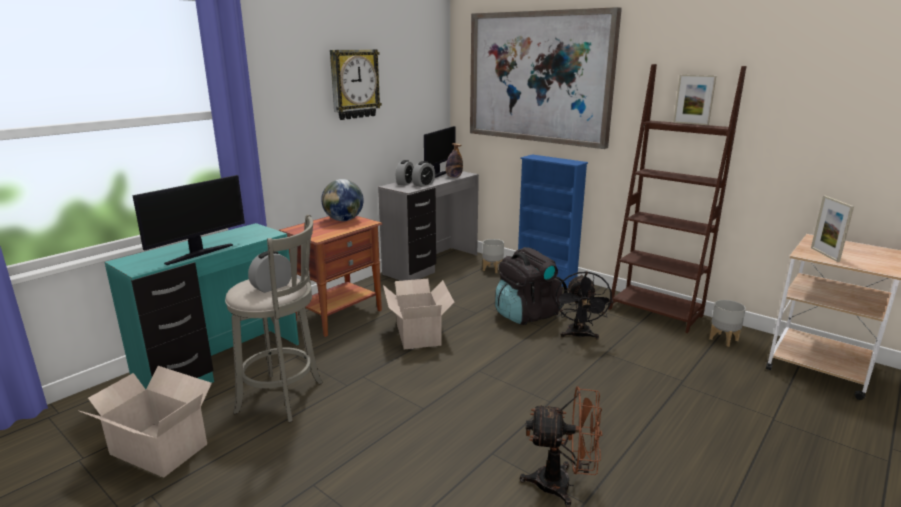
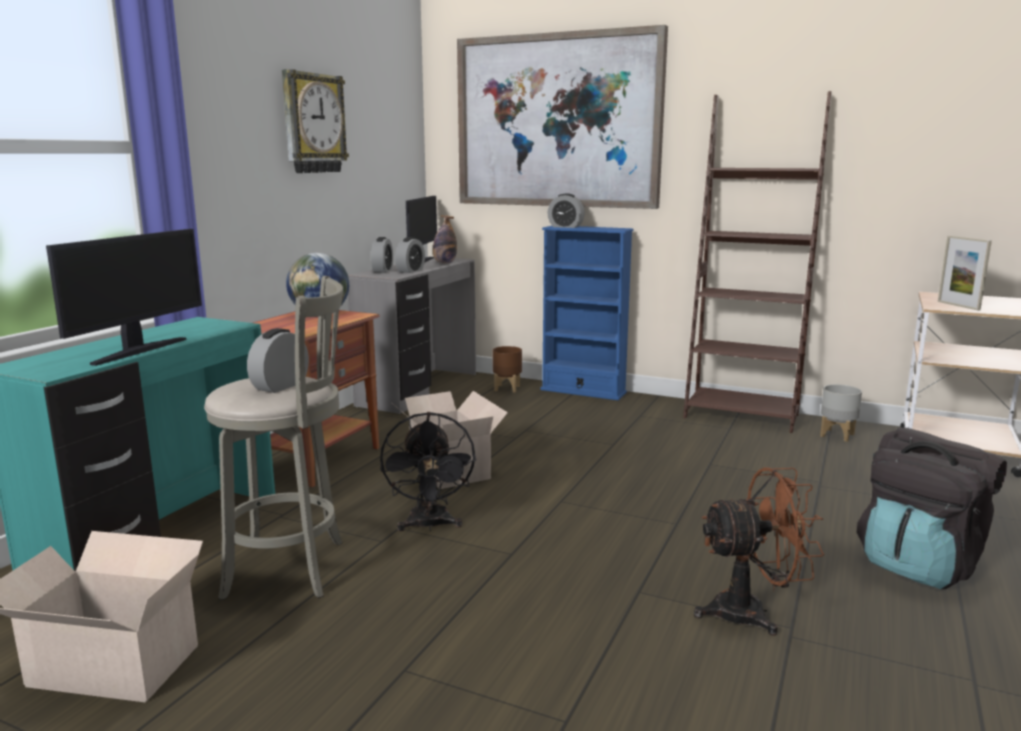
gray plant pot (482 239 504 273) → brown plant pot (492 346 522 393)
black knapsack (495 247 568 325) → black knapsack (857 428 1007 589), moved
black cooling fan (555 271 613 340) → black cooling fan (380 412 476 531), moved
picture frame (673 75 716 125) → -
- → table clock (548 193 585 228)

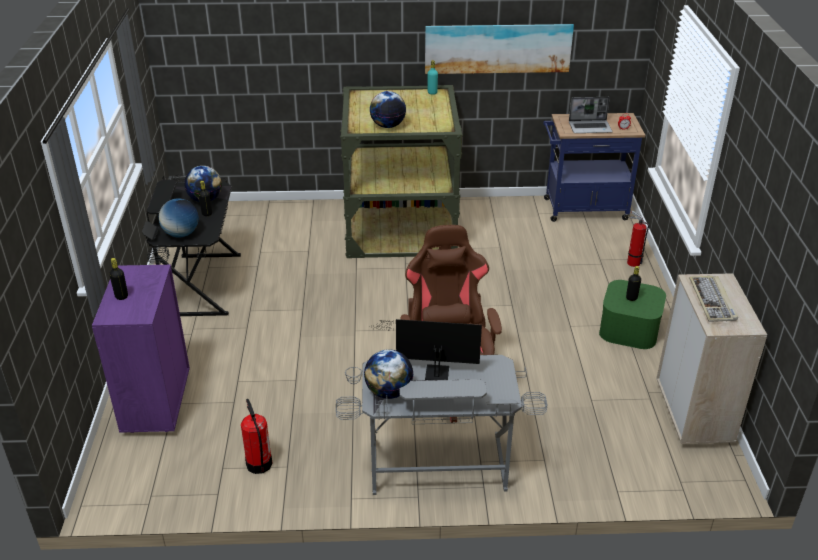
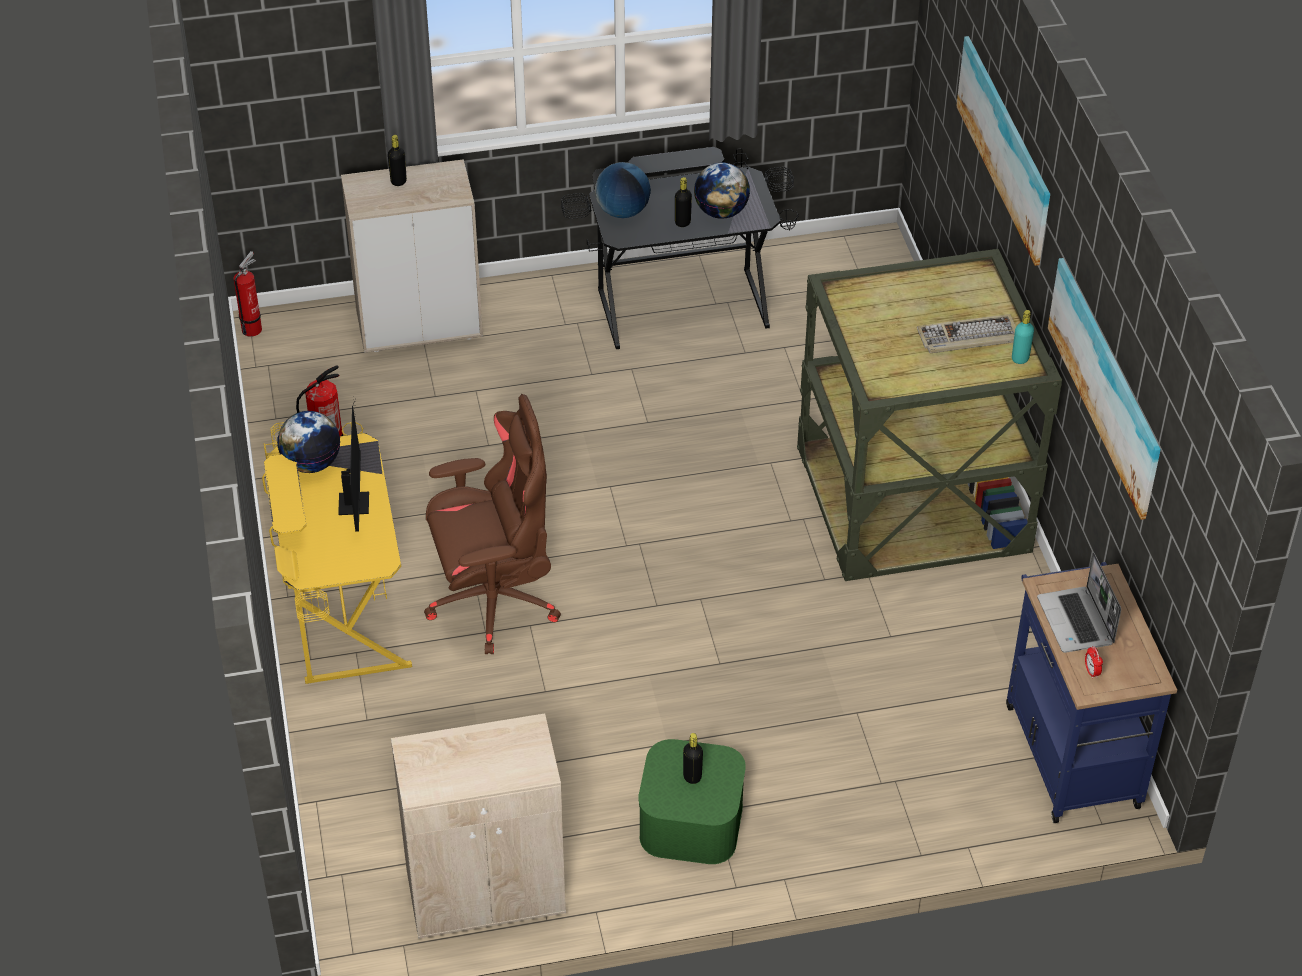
purplish cupboard (92 265 190 433) → beige cupboard (341 159 483 353)
gray desk unit (336 355 548 495) → yellow-coloured desk unit (262 422 412 684)
desk globe (370 91 406 128) → -
extinguisher (627 211 649 267) → extinguisher (234 251 262 337), moved
PC keyboard (689 276 738 322) → PC keyboard (917 314 1016 353), moved
- → wall picture (956 36 1050 266)

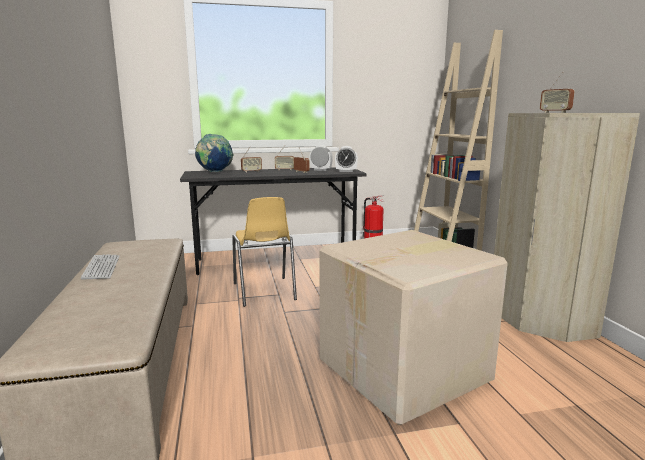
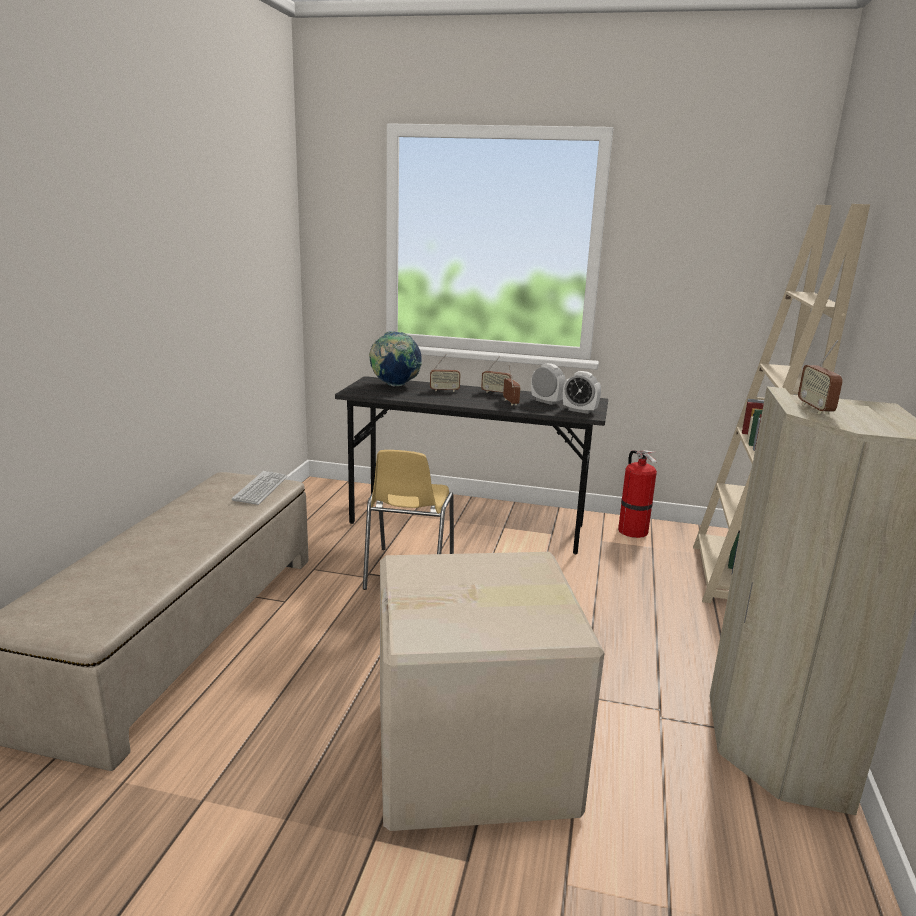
PC keyboard (81 254 120 280) → PC keyboard (232 471 288 505), moved

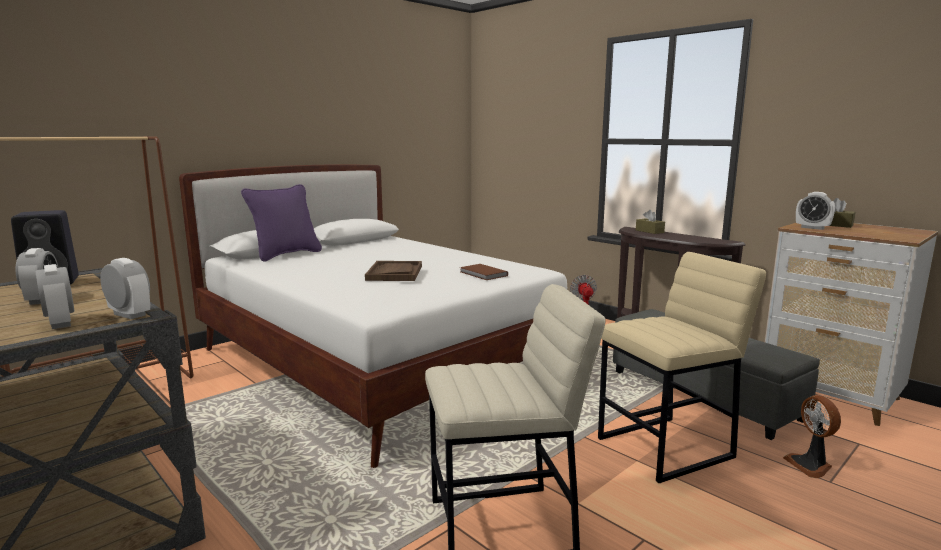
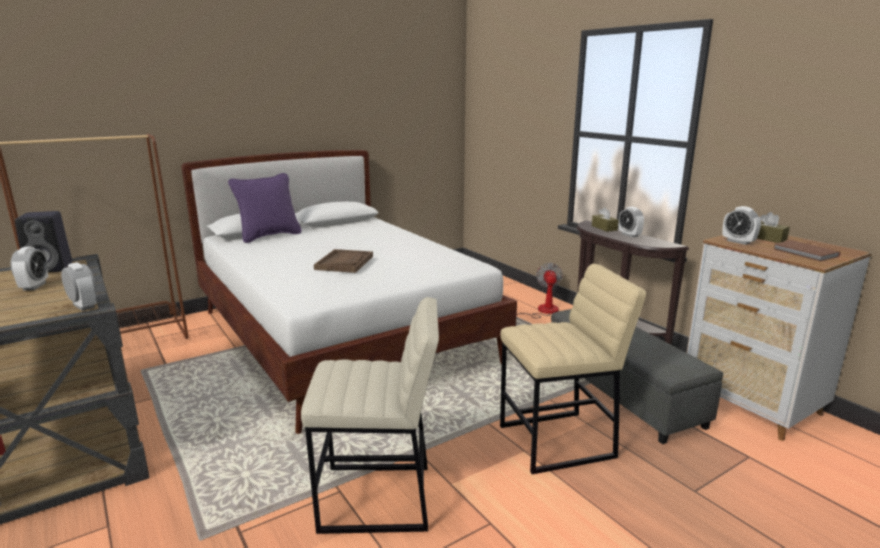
table clock (35 264 74 329) → table clock (619 206 644 237), moved
brown bound book (460 264 508 280) → brown bound book (774 240 840 262), moved
cooling fan (783 395 841 478) → -

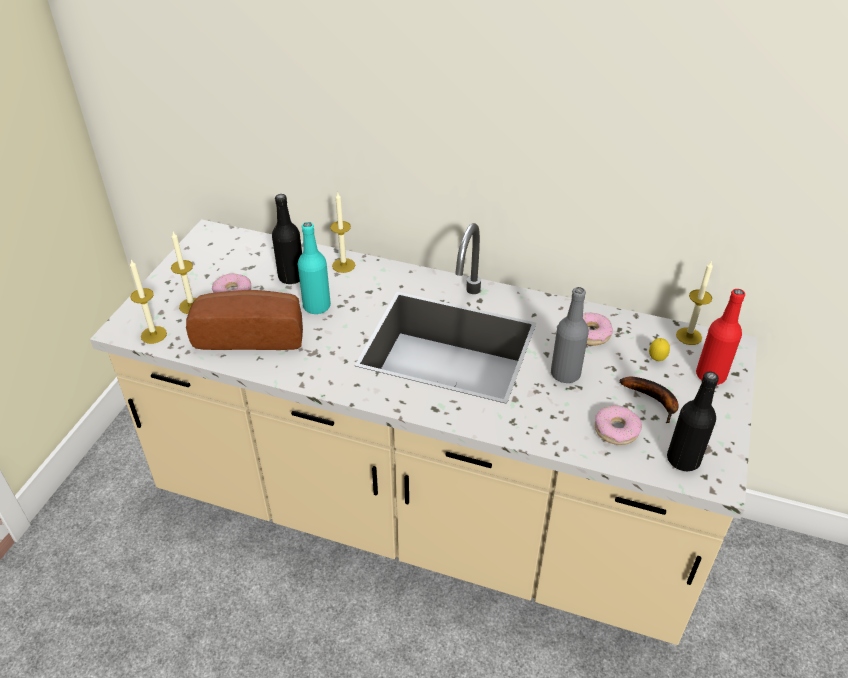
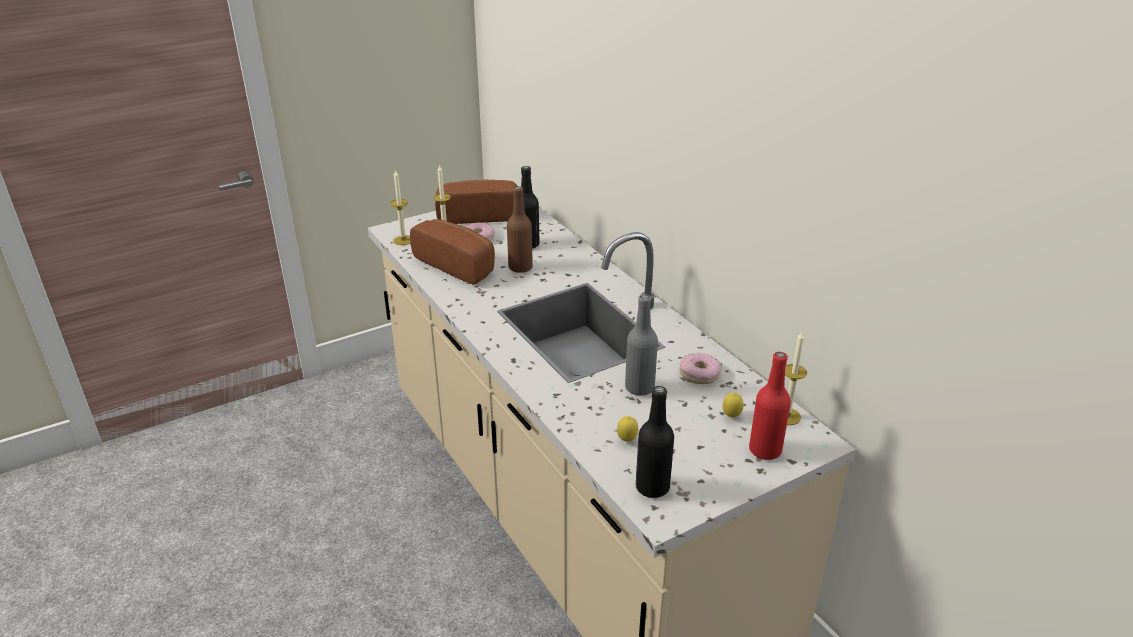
turquoise-coloured bottle (298 222 331 314) → brown bottle (507 186 533 273)
wax light (330 193 355 273) → -
donut (595 405 642 445) → whole lemon (617 416 638 442)
banana fruit (619 377 679 423) → -
- → baked bread (435 180 517 224)

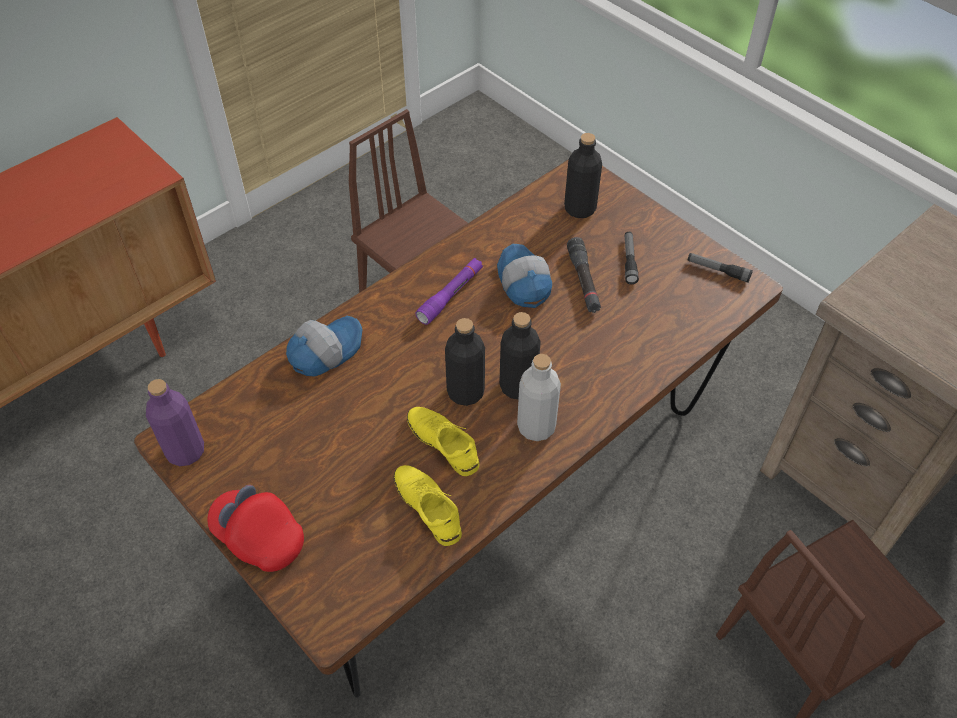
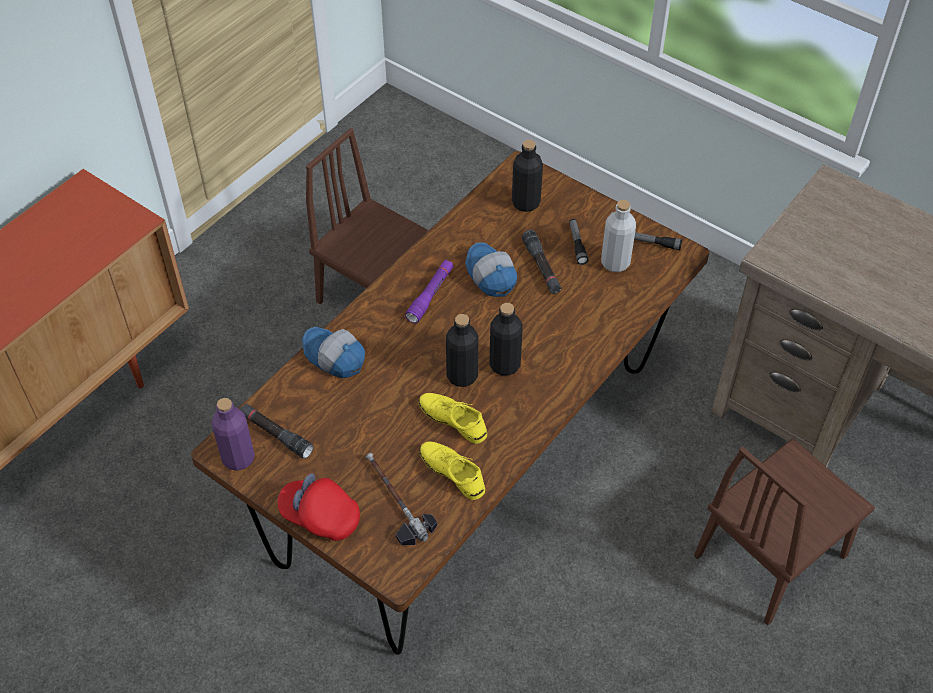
cap (286 316 363 377) → cap (302 327 365 378), 90 degrees counterclockwise
gray bottle (517 354 561 441) → gray bottle (601 200 636 272), moved
- → black flashlight (240 404 314 459)
- → tool hammer (365 453 437 545)

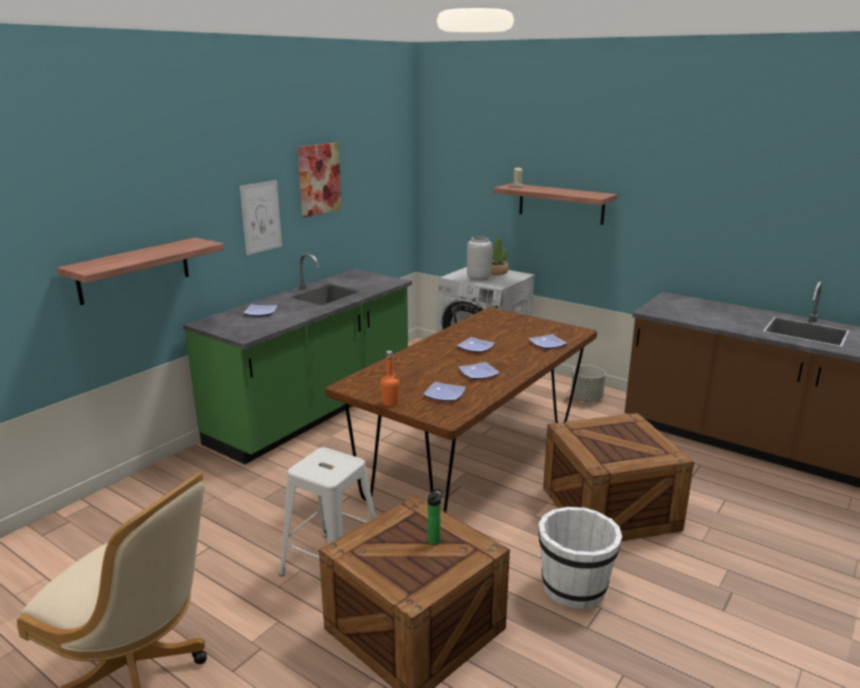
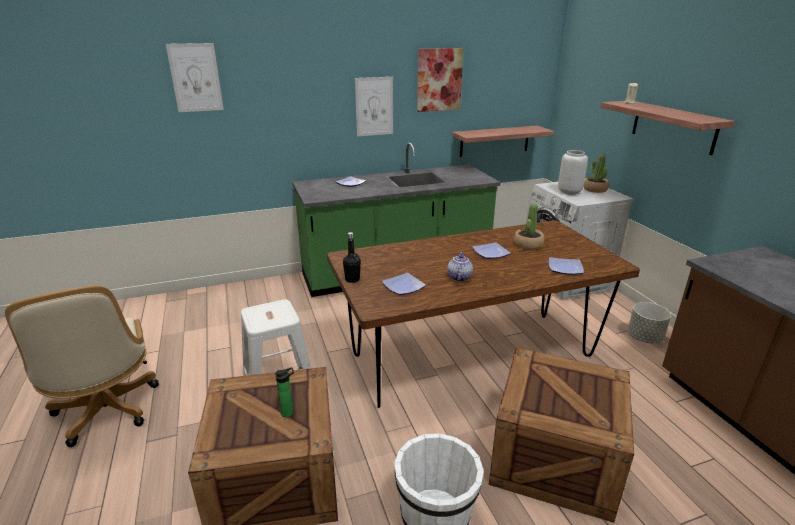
shelf (57 237 224 305) → shelf (452 126 554 157), moved
orange-coloured bottle (380 351 400 406) → black bottle (343 232 361 283)
dinner plate (459 362 500 379) → pot for tea (447 252 473 282)
- → wall picture (166 43 224 112)
- → plant in a pot (514 203 544 250)

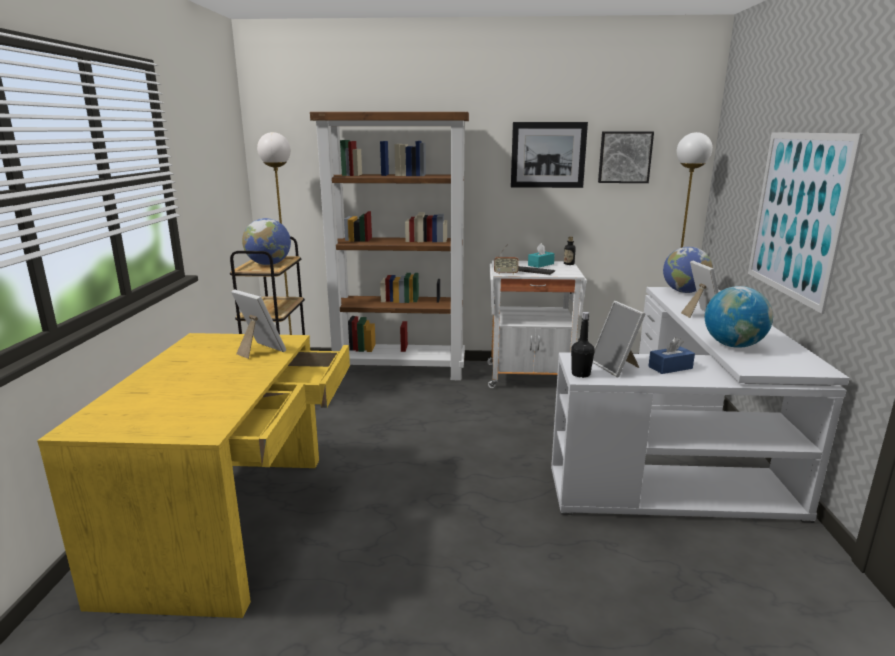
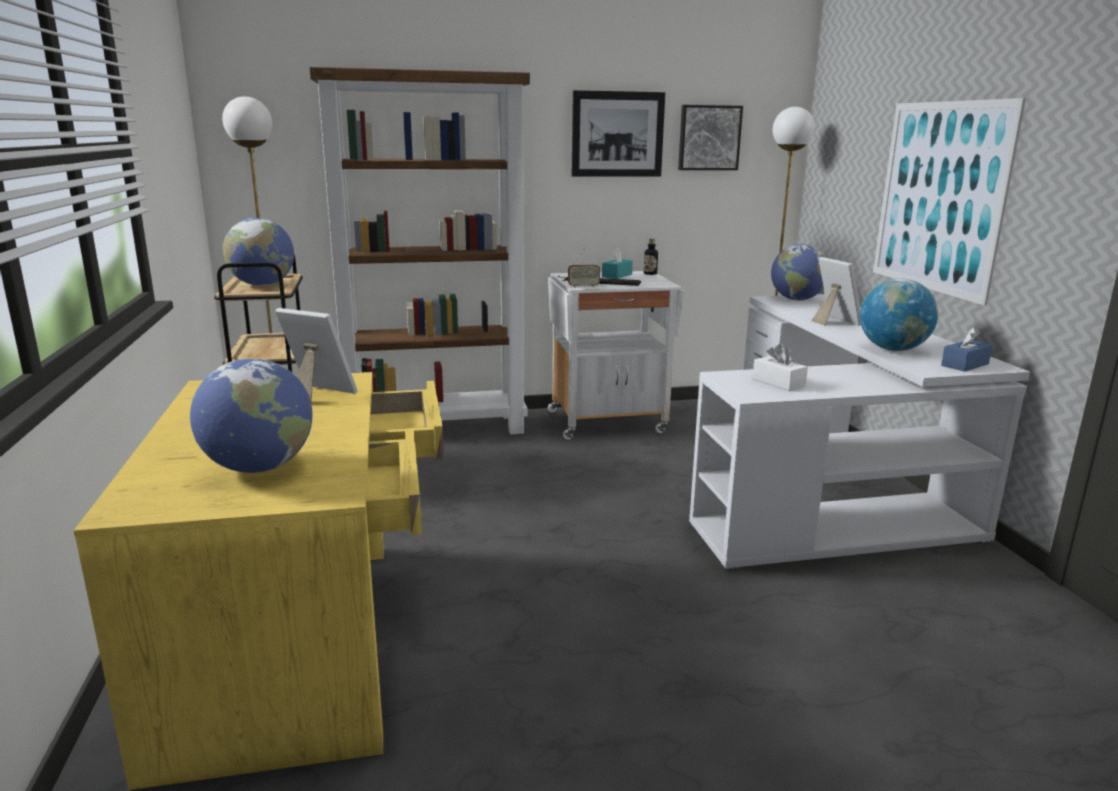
black bottle (571 312 595 378) → -
picture frame (593 301 645 377) → white box of tissues (753 344 808 391)
bluish box of tissues (648 337 695 374) → bluish box of tissues (941 327 993 372), moved
- → desk globe (190 358 313 473)

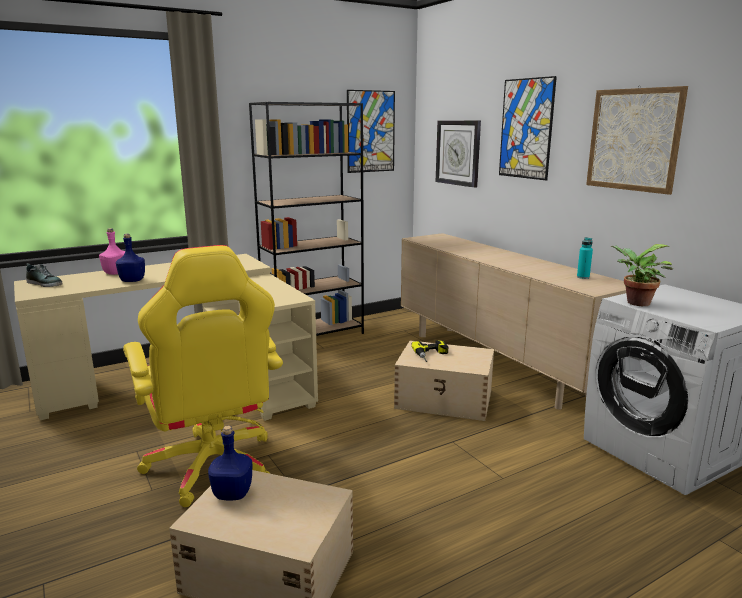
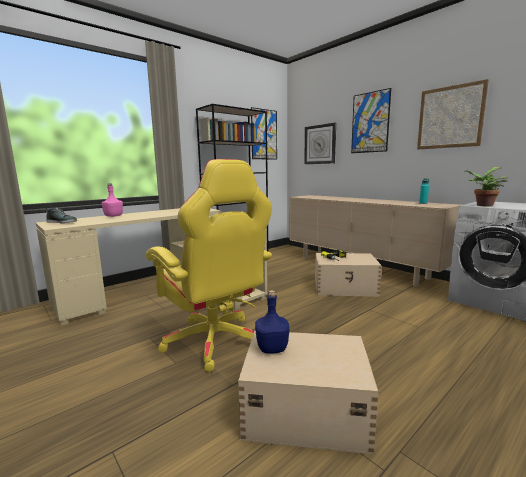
bluish bottle (116 234 145 282) → -

